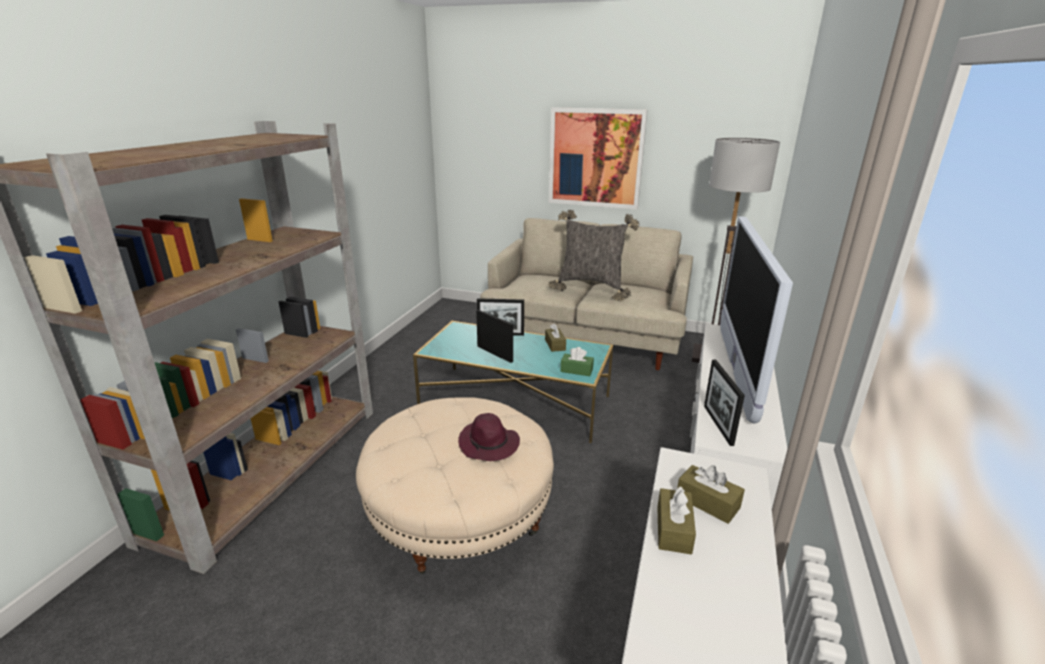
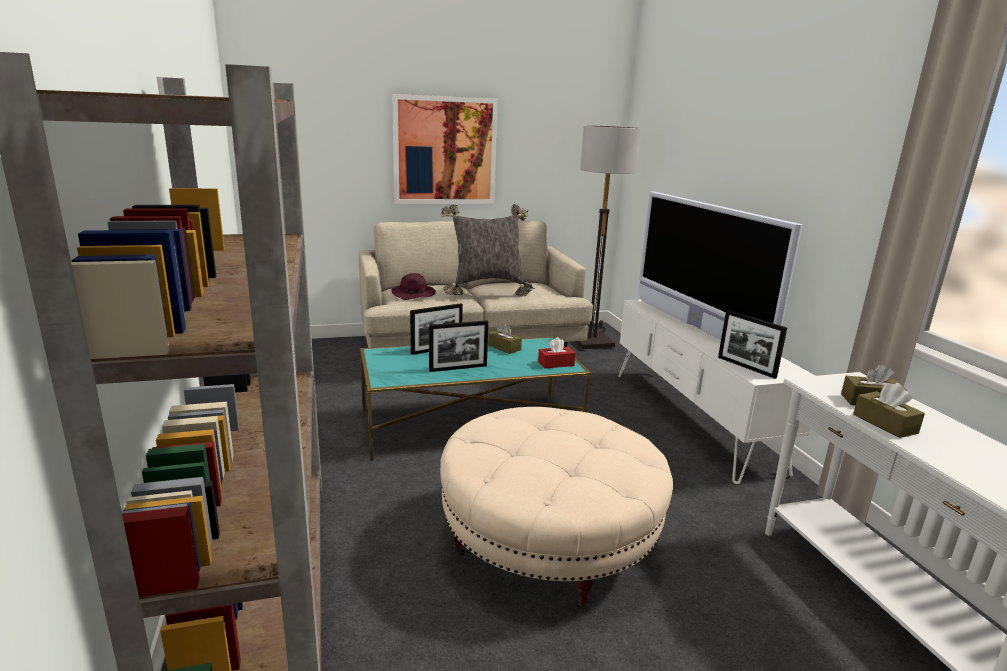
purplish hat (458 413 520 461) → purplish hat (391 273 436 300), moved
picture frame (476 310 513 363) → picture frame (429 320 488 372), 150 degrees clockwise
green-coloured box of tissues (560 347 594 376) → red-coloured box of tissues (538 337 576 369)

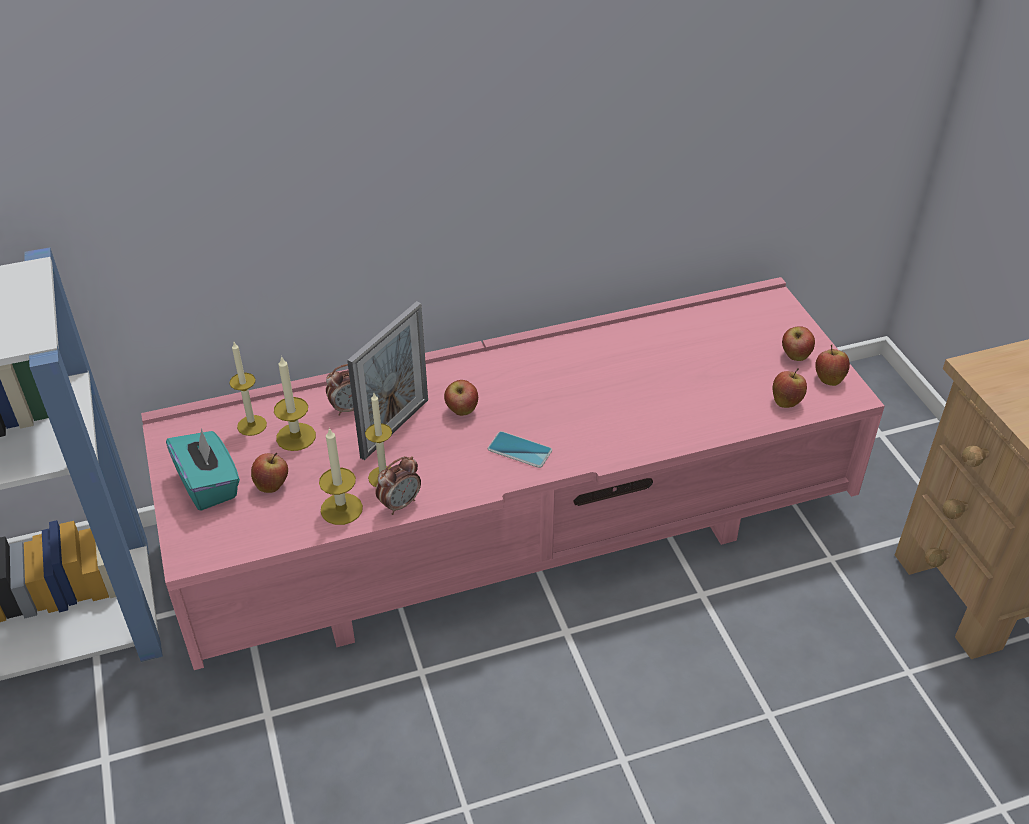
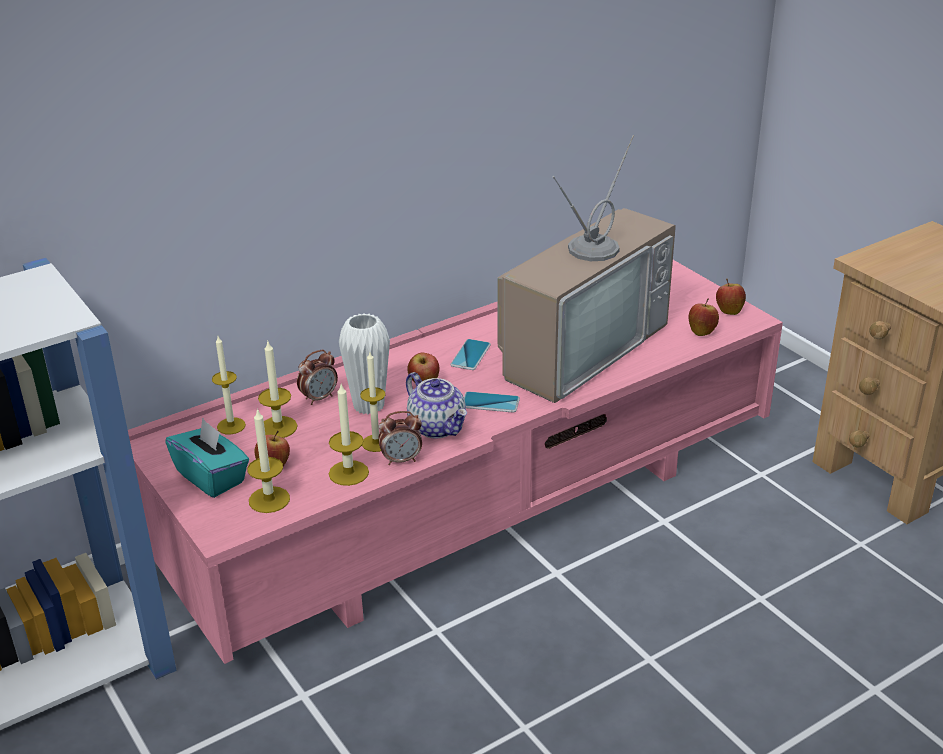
picture frame (347 301 428 460) → white vase (339 313 390 414)
table clock (375 456 421 515) → table clock (378 411 422 465), 45 degrees clockwise
apple (782 326 815 361) → -
- → wax light (247 408 290 513)
- → pot for tea (406 372 467 439)
- → handset (450 339 491 370)
- → TV (497 135 676 403)

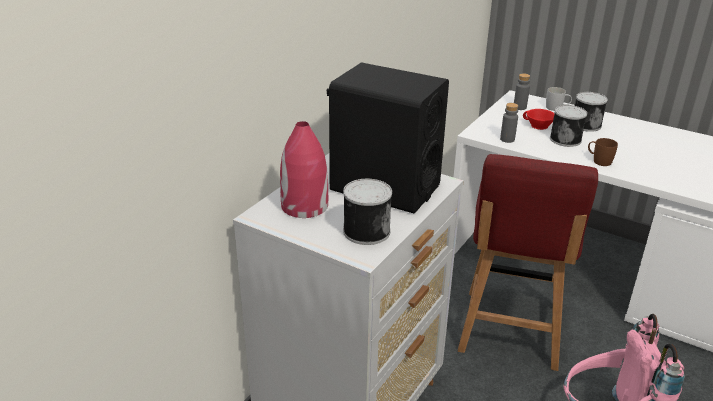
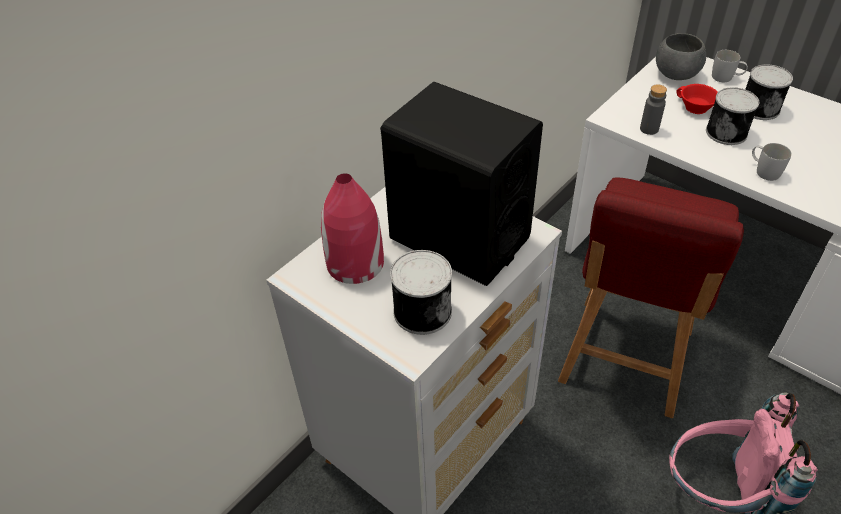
gray bottle (514 73 530 110) → gray serving bowl (656 33 706 80)
brown tea mug (588 138 618 166) → white tea mug (752 143 792 181)

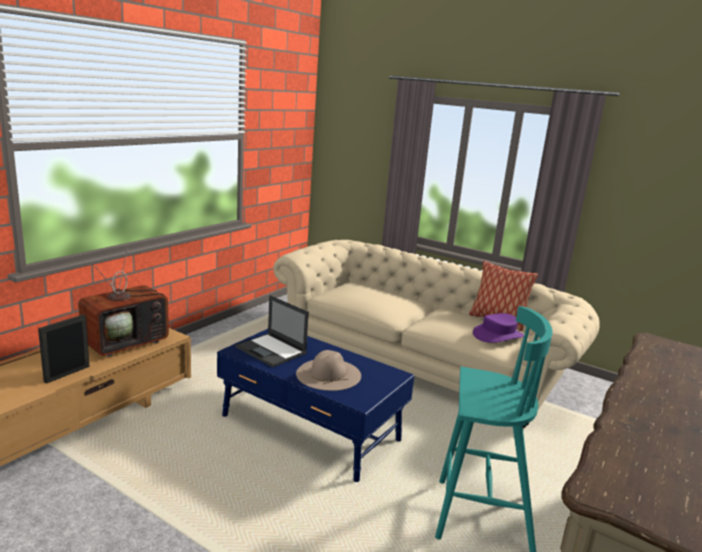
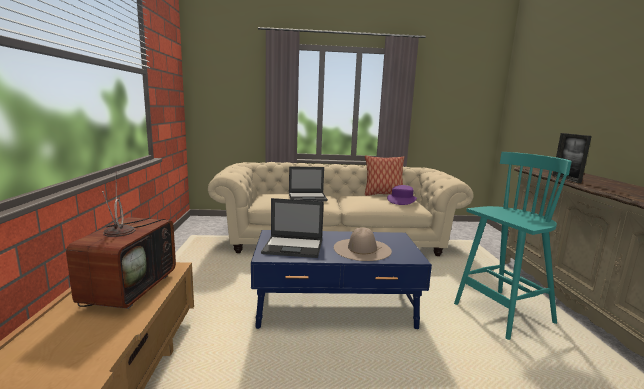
picture frame (38 315 90 384) → picture frame (552 133 592 183), moved
- → laptop (289 167 328 201)

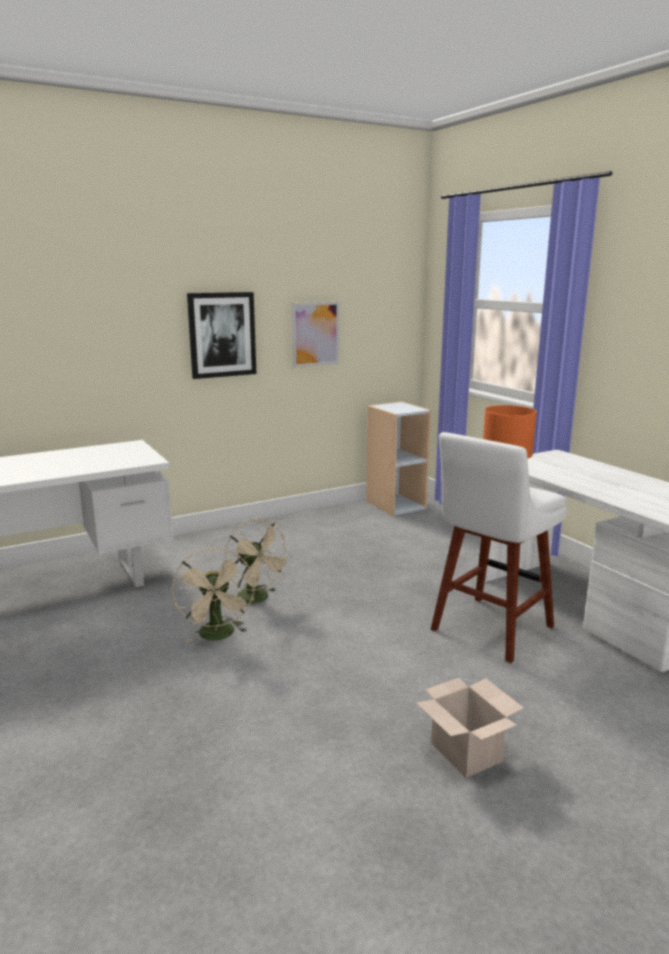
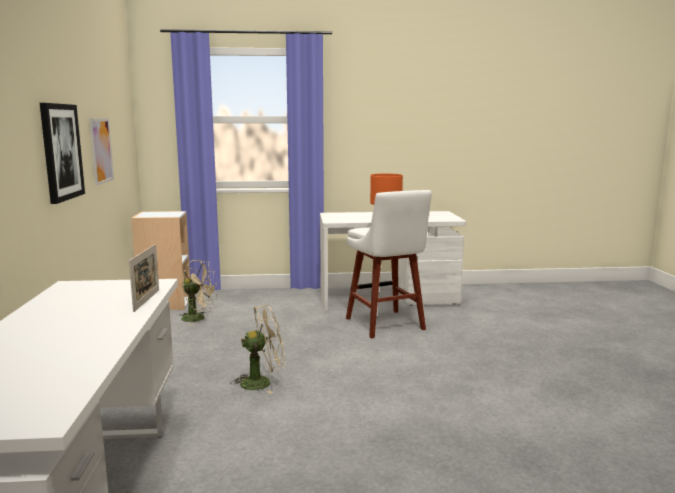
beige cooling fan (172 548 255 642) → beige cooling fan (180 260 218 326), moved
packing box (416 678 523 778) → -
- → picture frame (129 244 159 312)

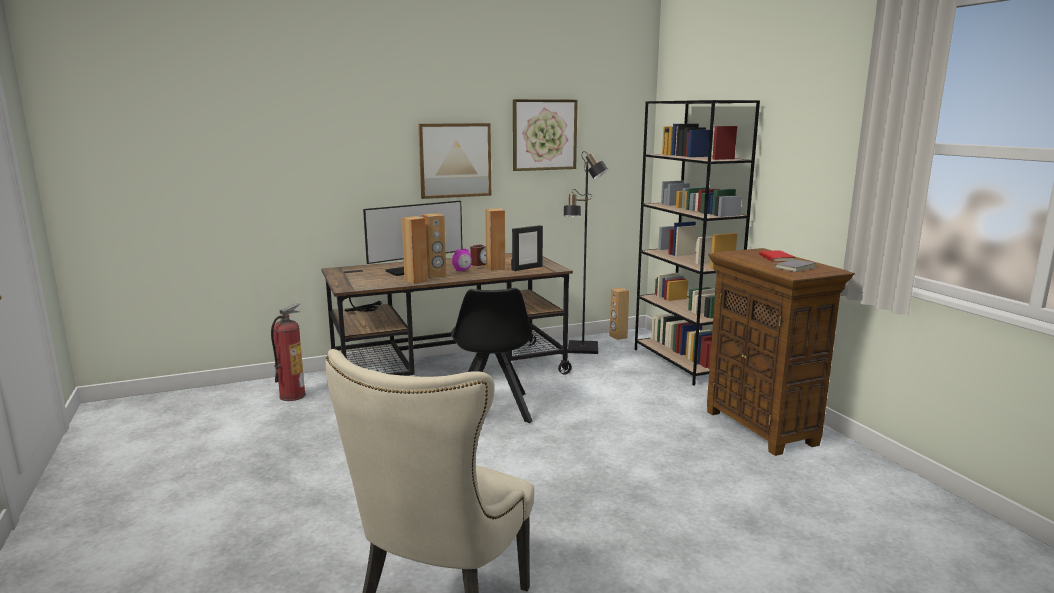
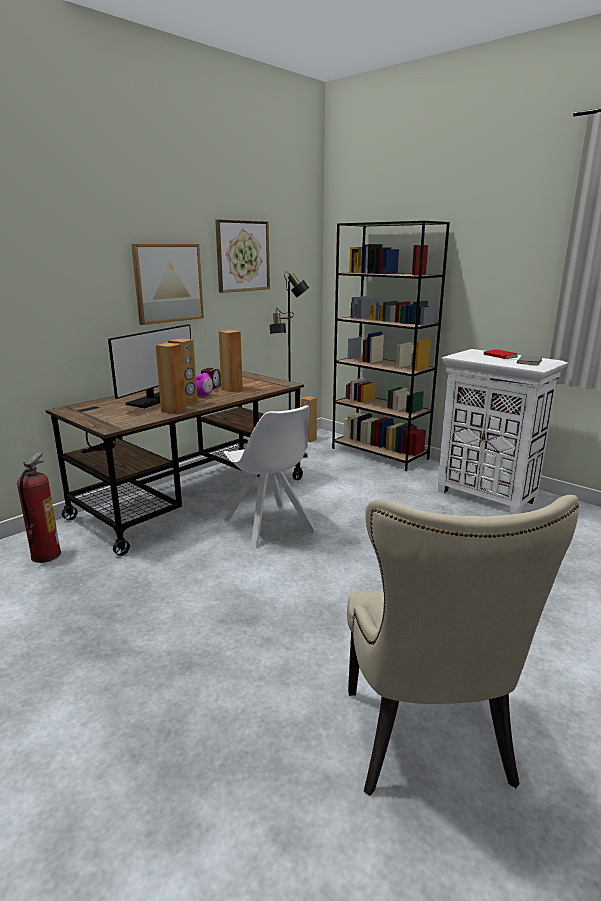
black chair (451 288 533 423) → white chair (224 405 315 549)
picture frame (511 225 543 271) → -
brown cupboard (707 248 855 456) → white cupboard (438 349 568 515)

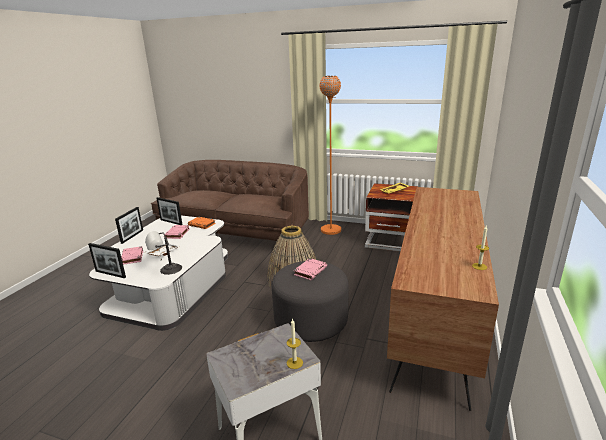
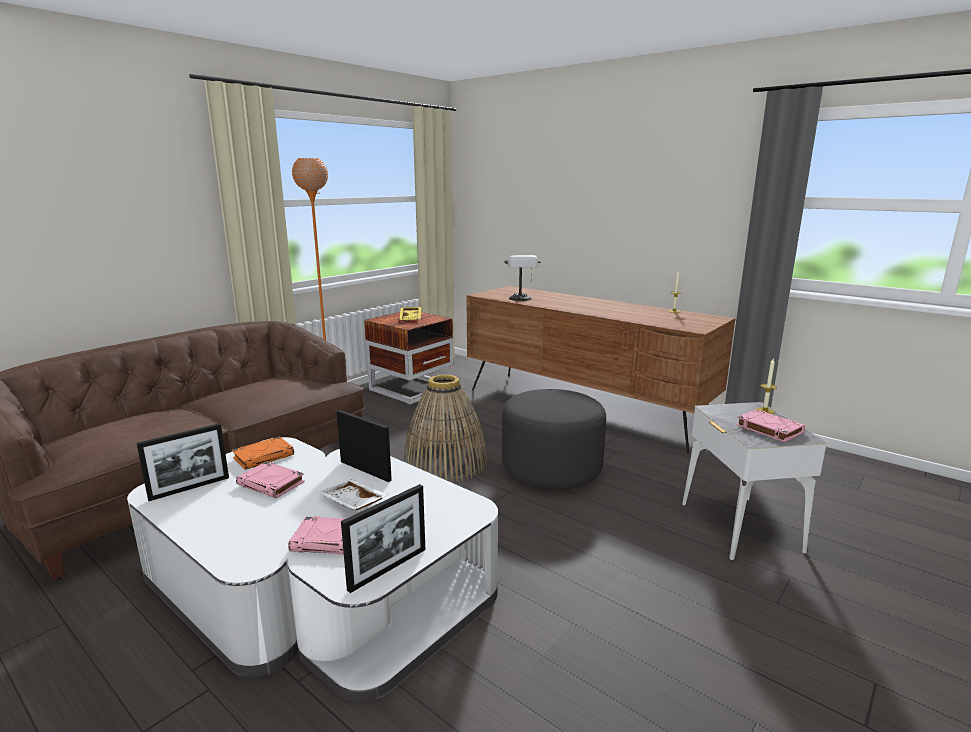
picture frame (115 207 143 244) → picture frame (337 410 392 482), moved
tabletop lamp (145 231 182 275) → tabletop lamp (504 255 541 301), moved
pink-coloured bound book (294 258 327 280) → pink-coloured bound book (736 409 805 442), moved

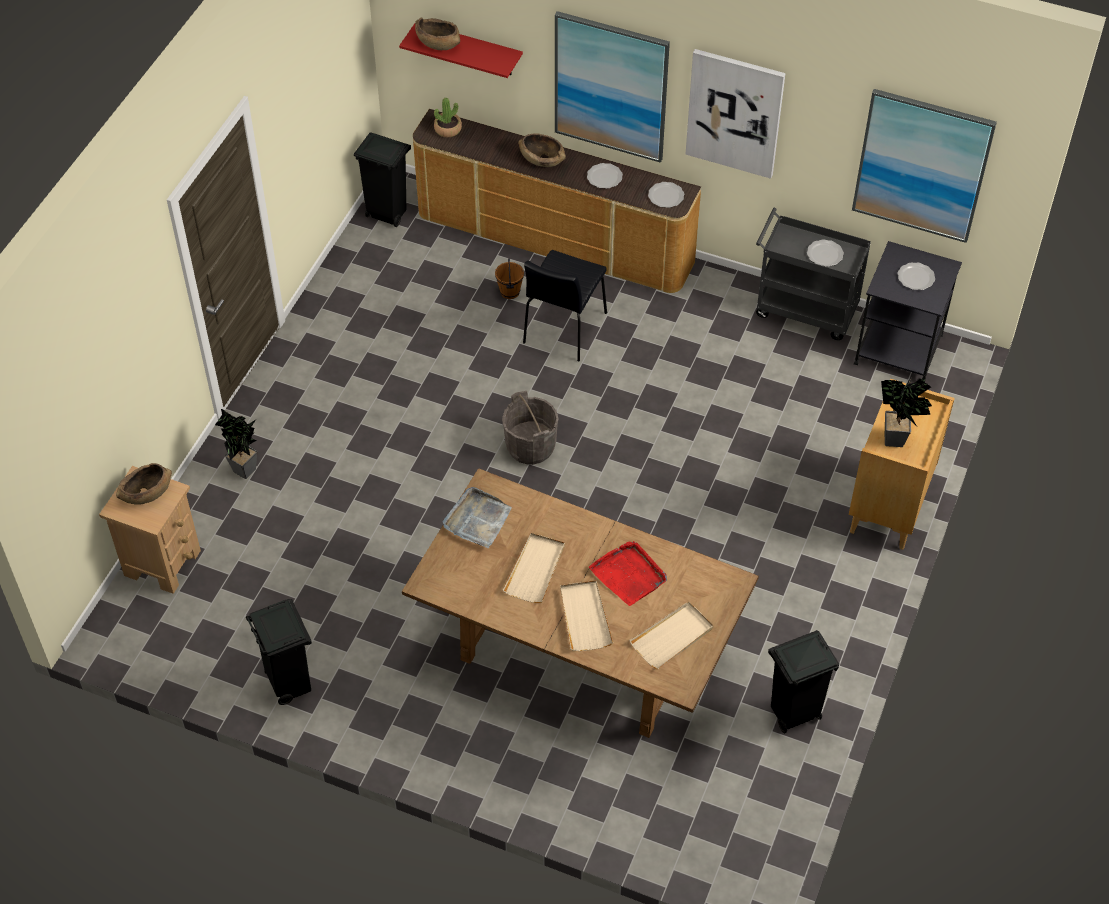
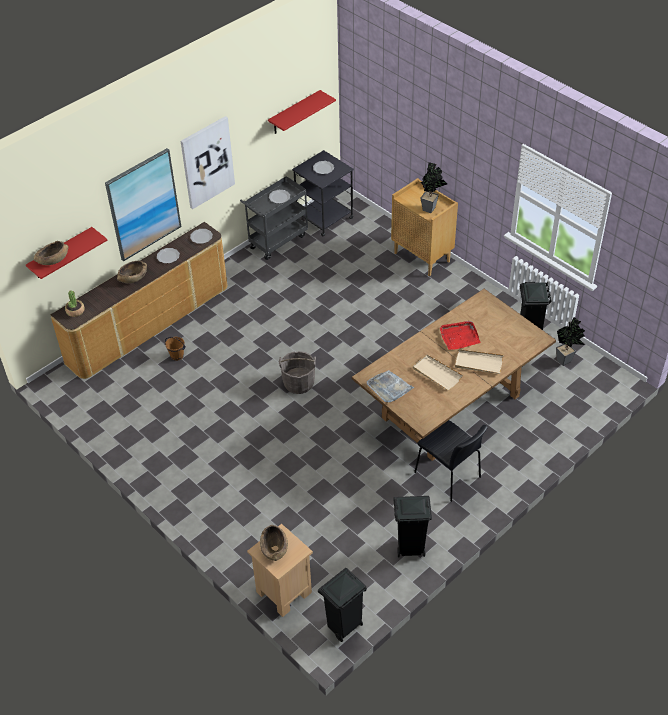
plant in a pot (215 409 257 479) → plant in a pot (556 317 585 366), moved
black trash can (354 132 411 227) → black trash can (318 568 367 642), moved
black chair (523 250 607 362) → black chair (414 420 488 502), moved
beige carrying tray (629 601 713 669) → -
wall picture (852 89 997 243) → red-coloured shelf (268 90 336 134)

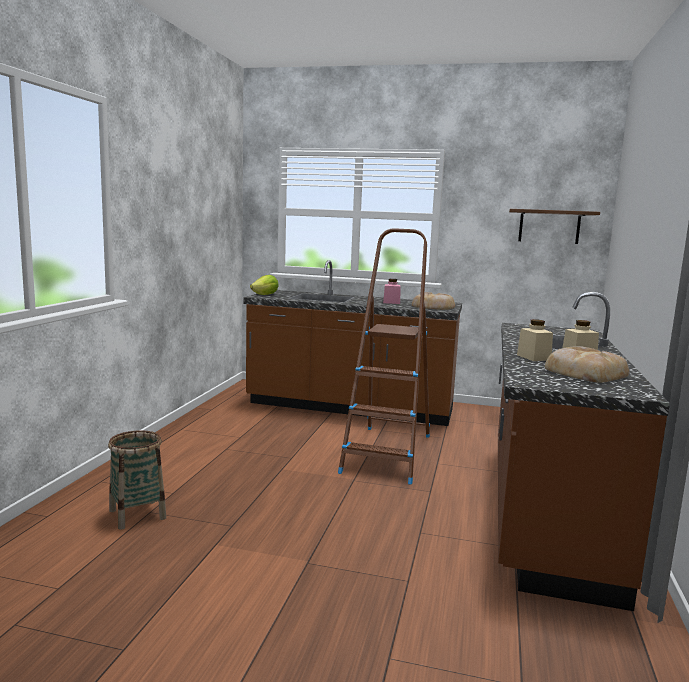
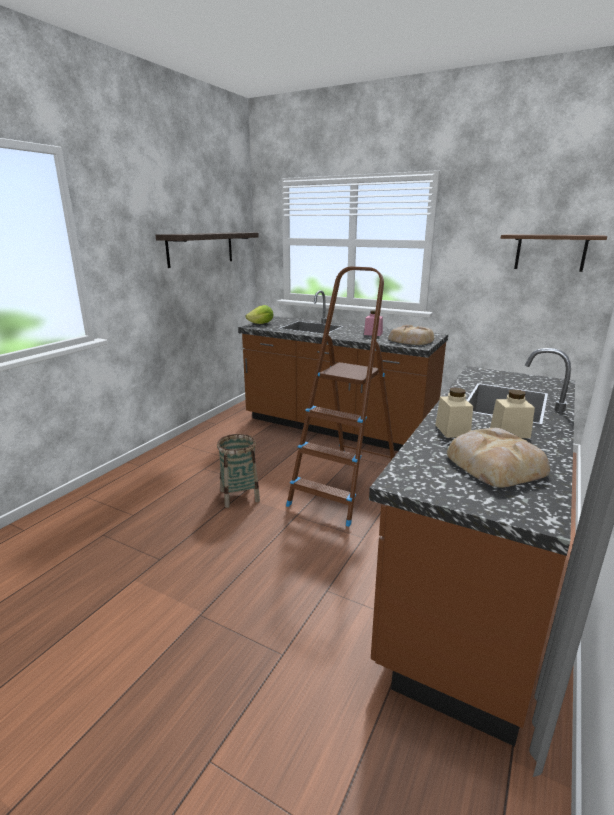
household basket (108 430 166 530) → household basket (217 434 260 508), moved
- → shelf (156 232 259 268)

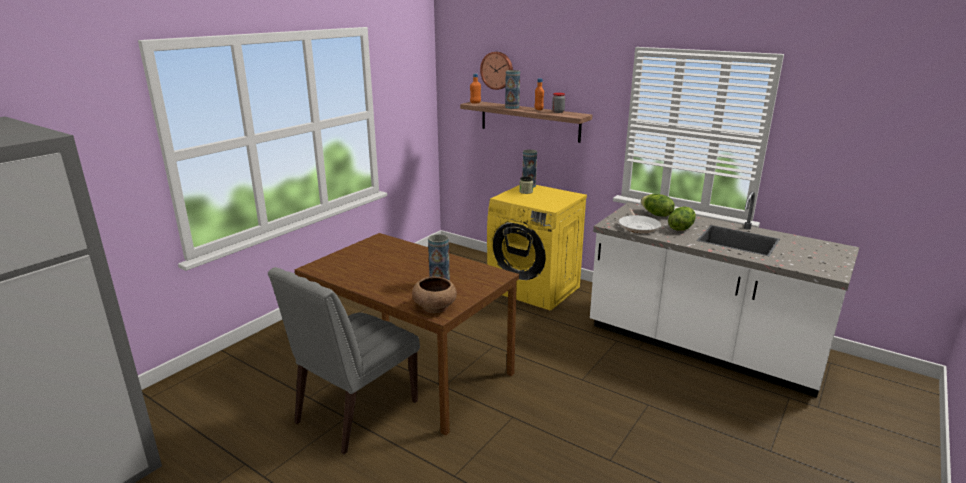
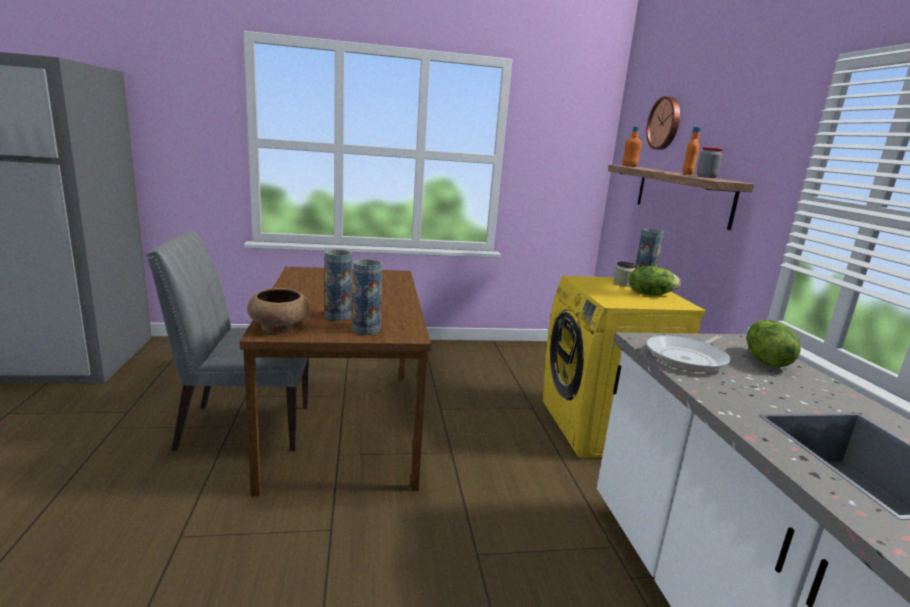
vase (505 70 520 109) → vase (352 259 382 335), moved
lettuce head (668 206 696 231) → lettuce head (629 266 681 295), moved

